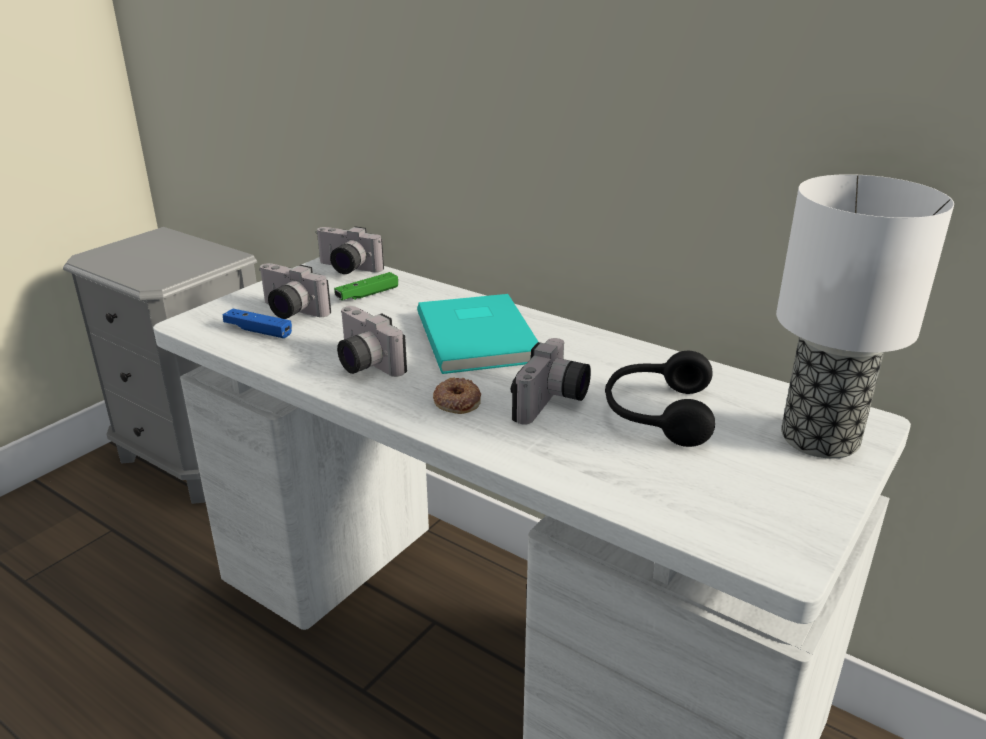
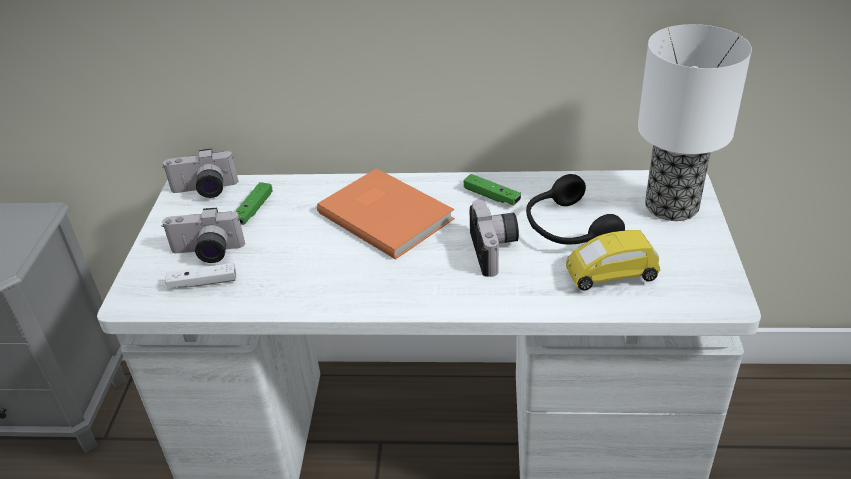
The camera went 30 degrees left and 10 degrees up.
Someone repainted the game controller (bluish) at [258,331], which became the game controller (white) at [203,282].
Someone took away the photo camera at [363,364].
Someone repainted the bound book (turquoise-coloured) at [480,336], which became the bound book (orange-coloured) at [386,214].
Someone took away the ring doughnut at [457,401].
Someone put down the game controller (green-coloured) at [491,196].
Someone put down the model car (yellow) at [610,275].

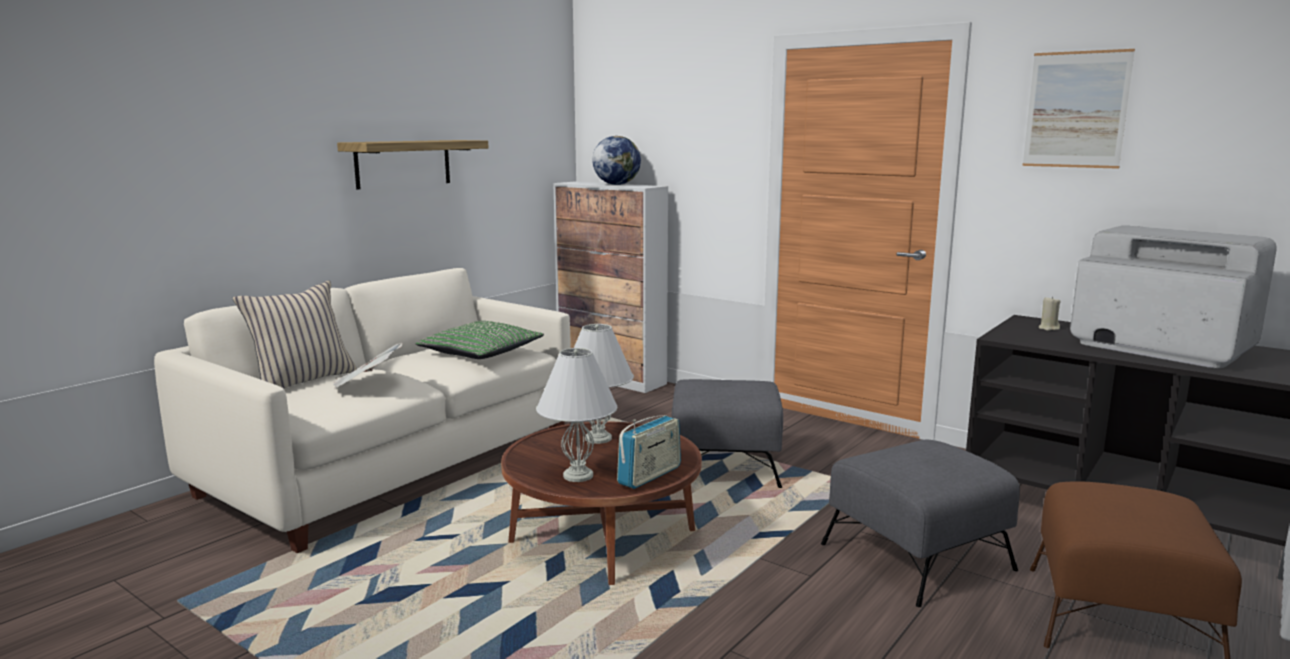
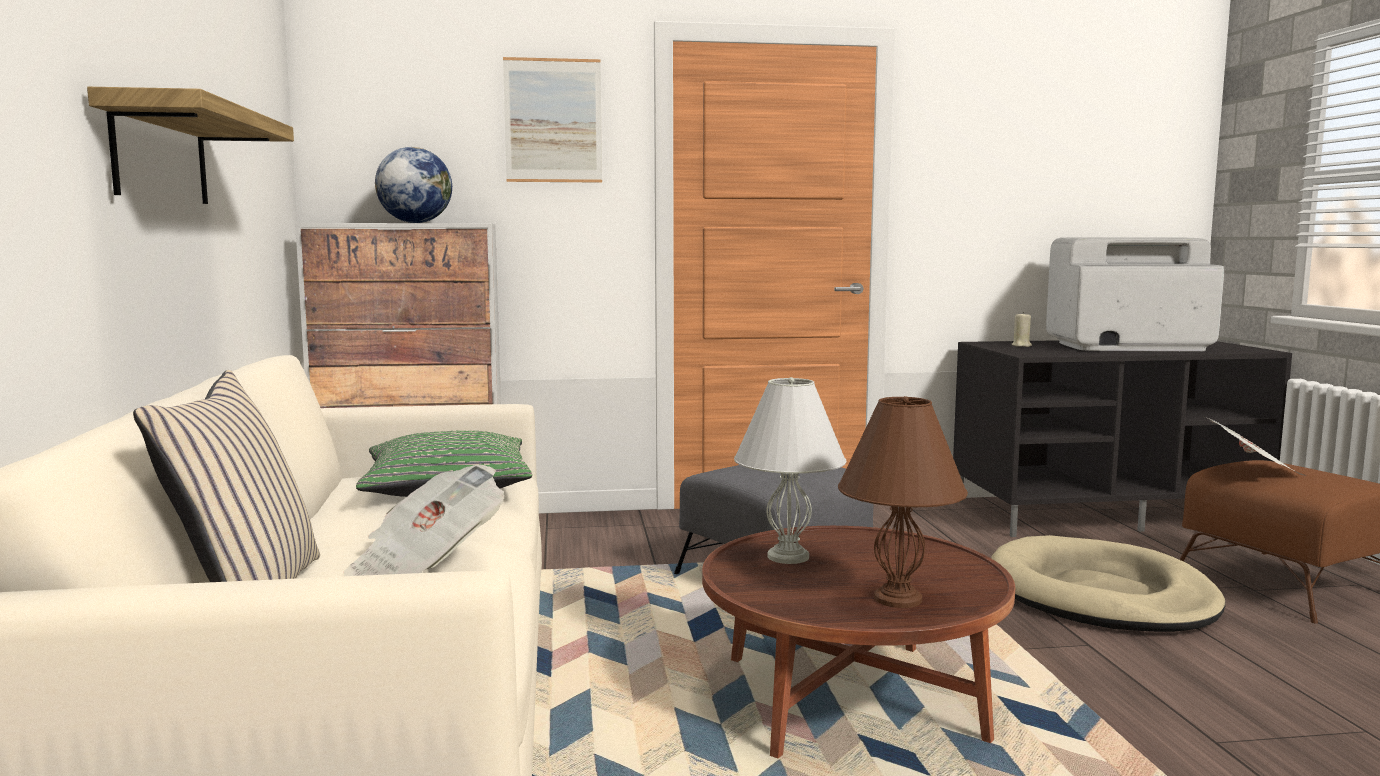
The camera went 45 degrees left and 5 degrees down.
Someone repainted the lamp for a table (white) at [579,475], which became the lamp for a table (brown-coloured) at [898,598].
Someone took away the radio receiver at [649,475].
Someone swapped the pouffe (gray) at [914,556] for the dog bed (sand-coloured) at [1100,595].
Someone carried the picture from [1076,110] to [553,121].
Someone put down the daily paper at [1252,470].

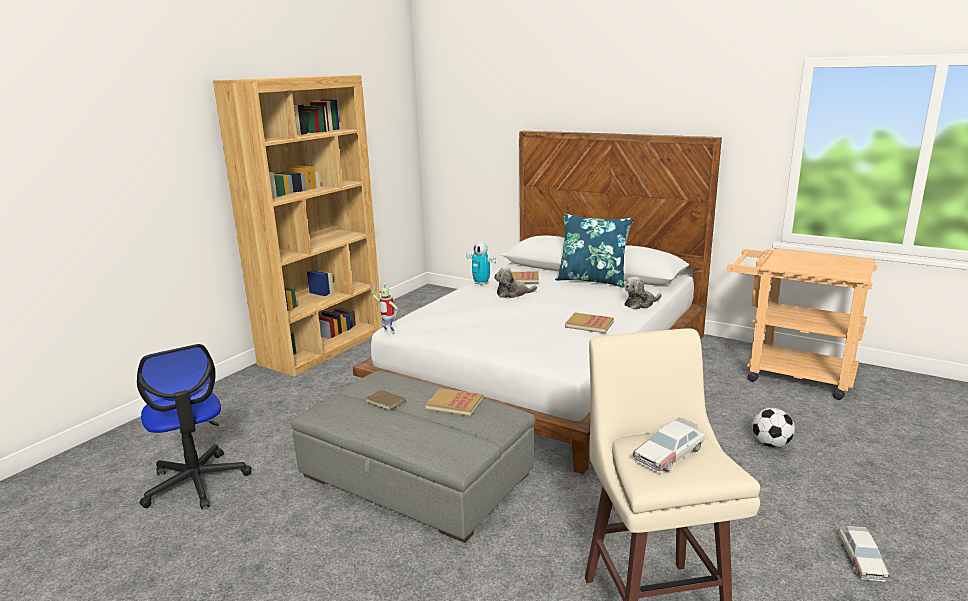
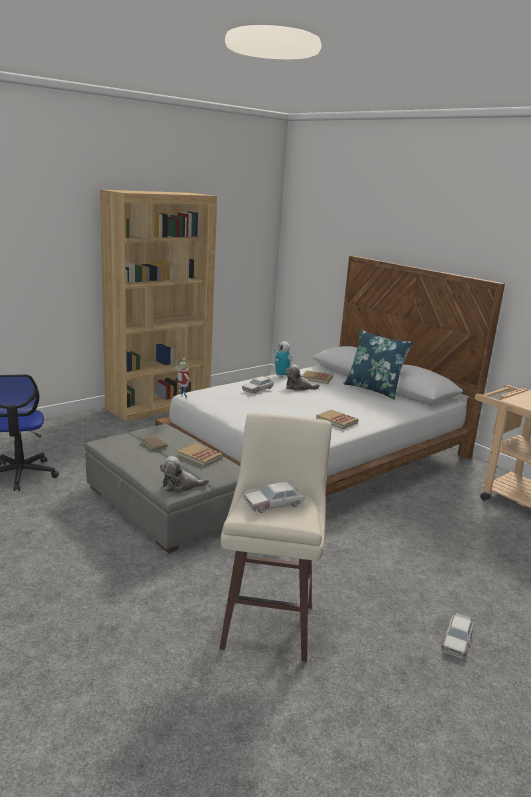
The camera went 15 degrees right and 0 degrees up.
Someone carried the soft toy from [640,304] to [180,486].
Someone took away the football ball at [770,444].
Someone put down the model car at [258,389].

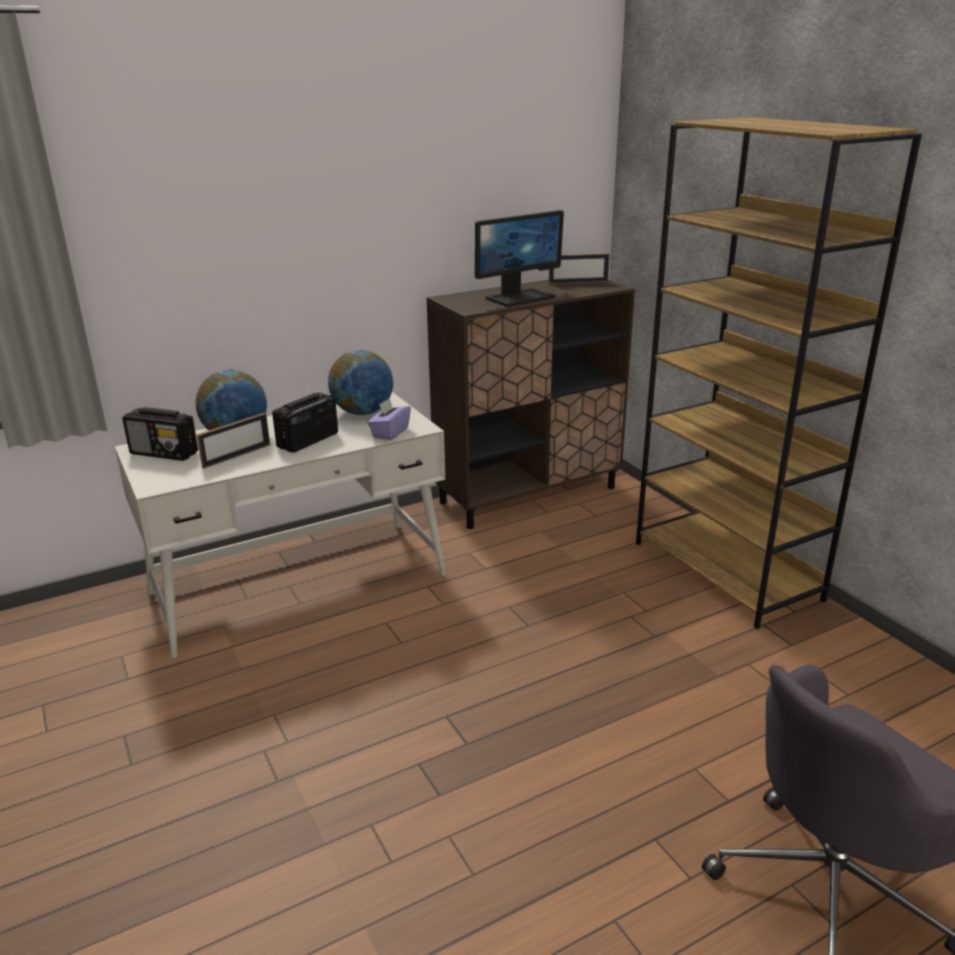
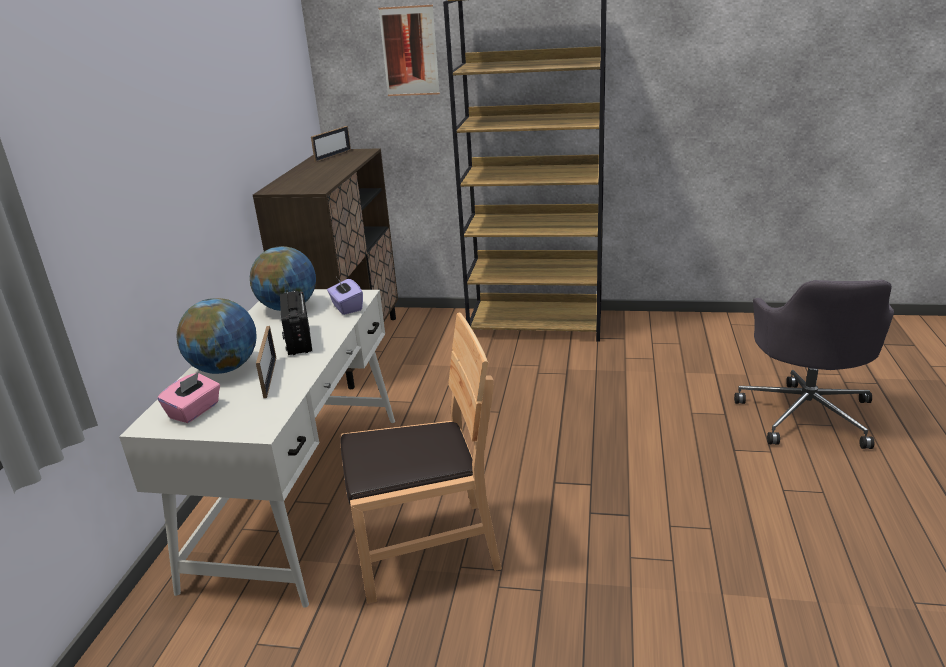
The camera went 50 degrees left and 0 degrees up.
Someone swapped the radio receiver at [164,453] for the tissue holder (pink-coloured) at [195,411].
Someone took away the computer screen at [519,297].
Someone put down the plain chair (brown-coloured) at [425,548].
Someone put up the picture at [409,51].

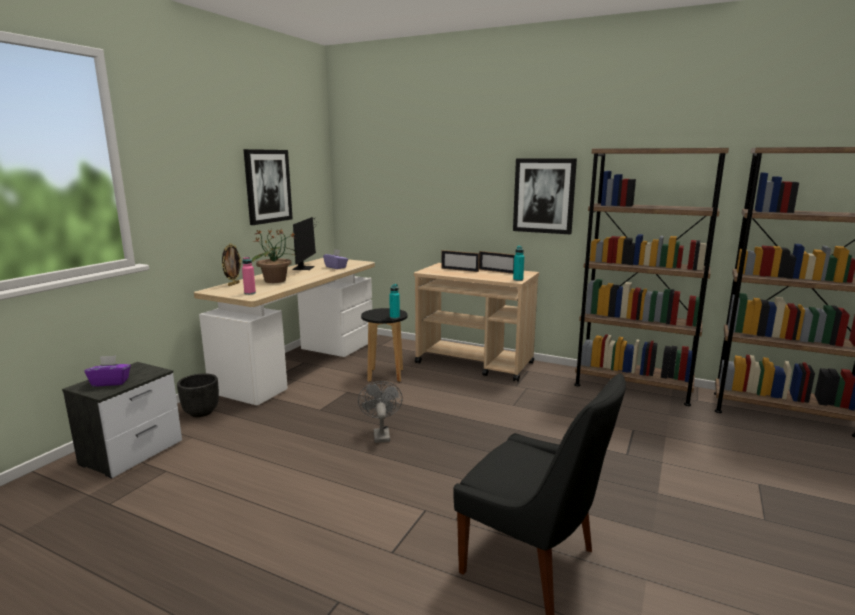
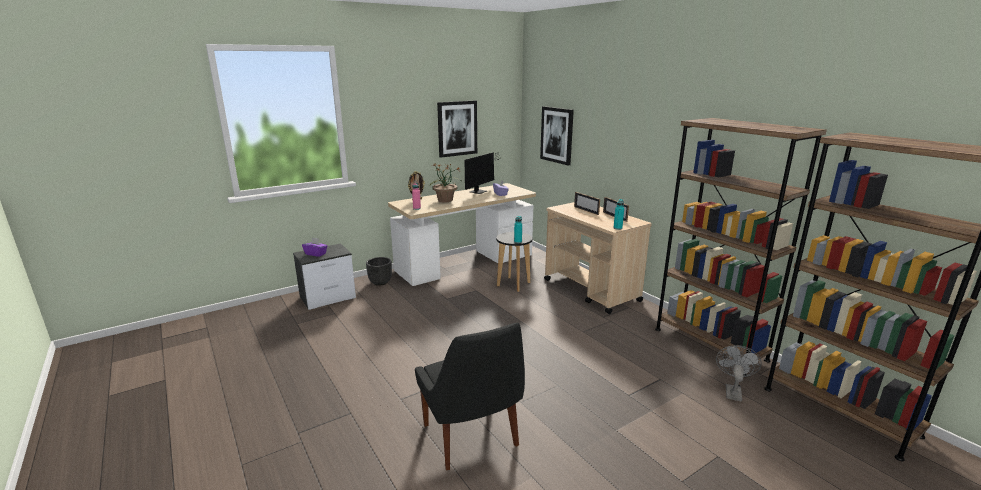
The camera went 30 degrees right and 5 degrees up.
Someone carried the fan (gray) from [381,434] to [732,391].
Someone carried the picture from [544,196] to [557,135].

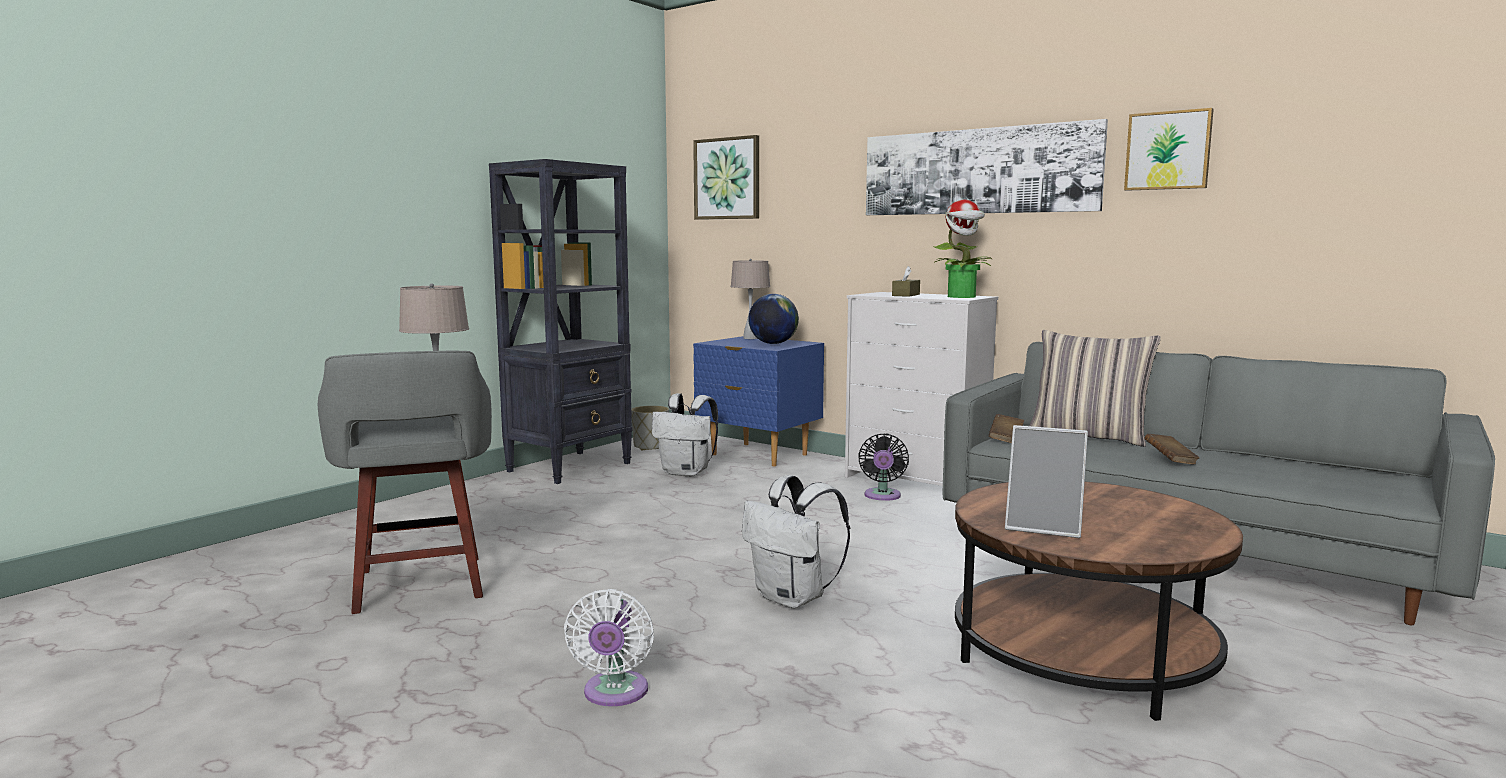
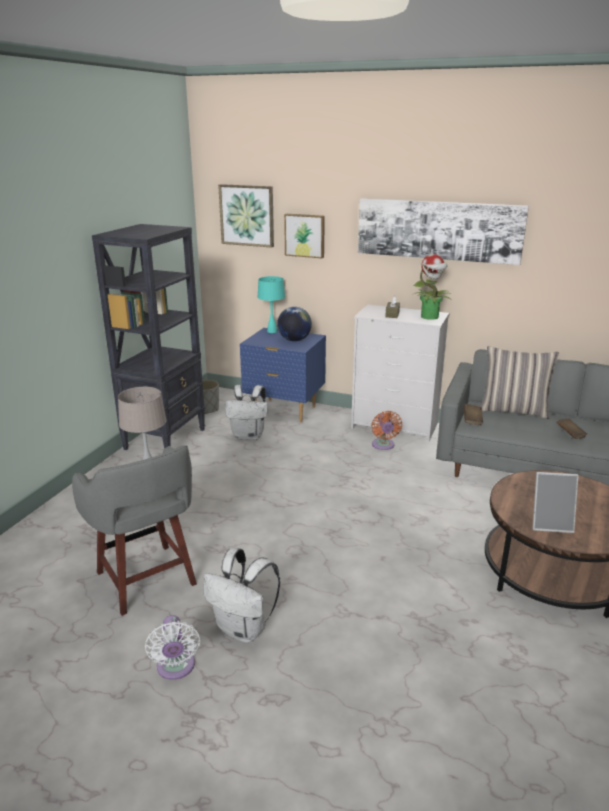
The camera went 15 degrees left and 15 degrees up.
Someone carried the fan (white) from [614,694] to [176,668].
Someone repainted the lamp for a table (sand-coloured) at [750,338], which became the lamp for a table (turquoise-coloured) at [272,331].
Someone carried the knapsack (white) from [793,598] to [244,629].
Someone repainted the fan (black) at [882,496], which became the fan (orange-coloured) at [383,446].
Someone carried the picture from [1168,151] to [305,235].

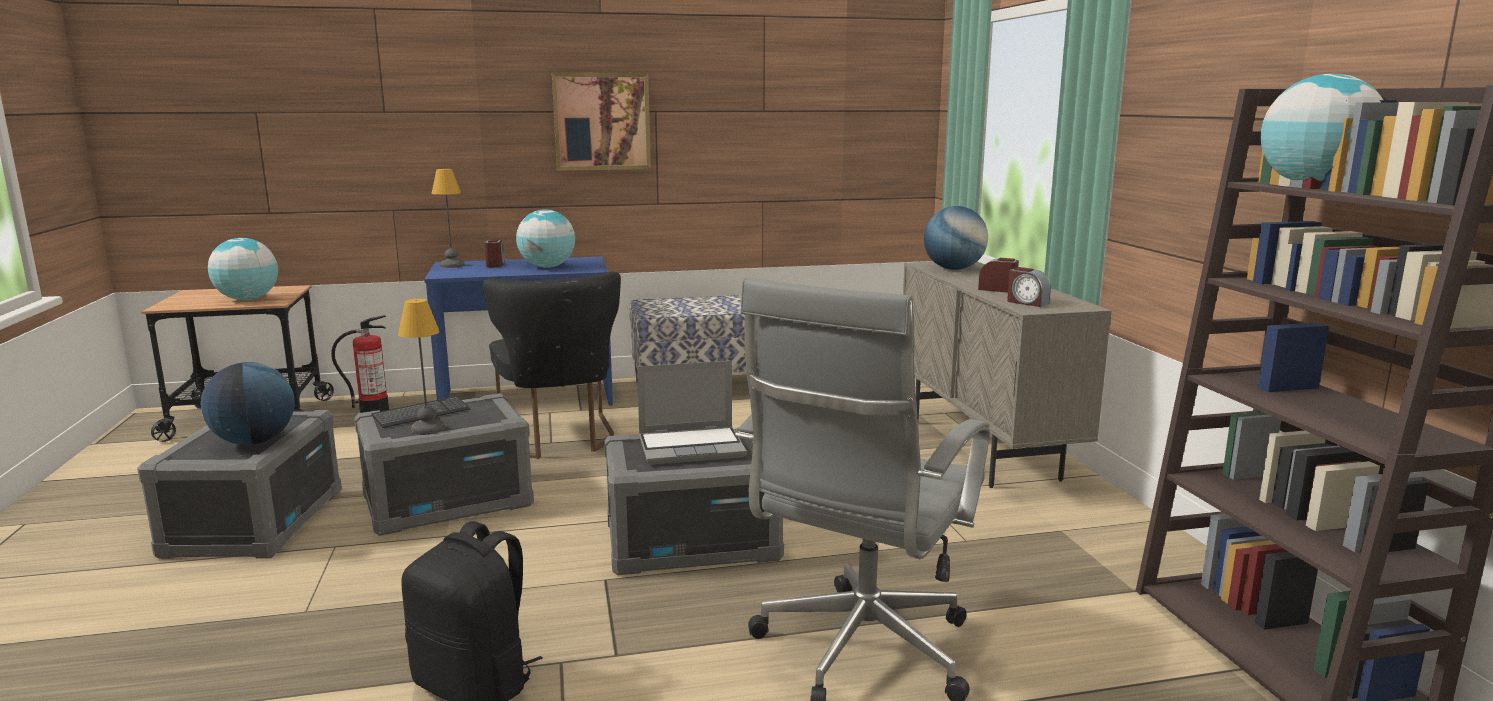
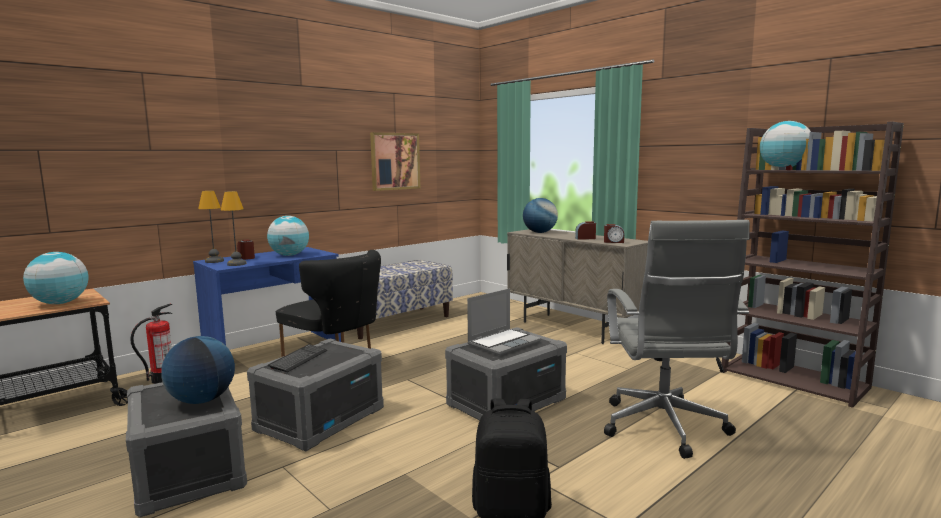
The camera went 30 degrees left and 5 degrees down.
Someone carried the lamp for a table from [427,429] to [236,264].
Someone carried the picture from [602,121] to [395,161].

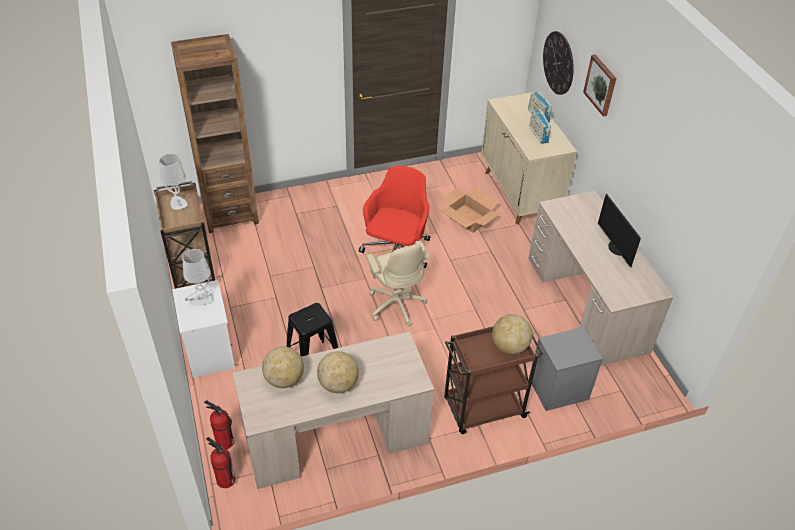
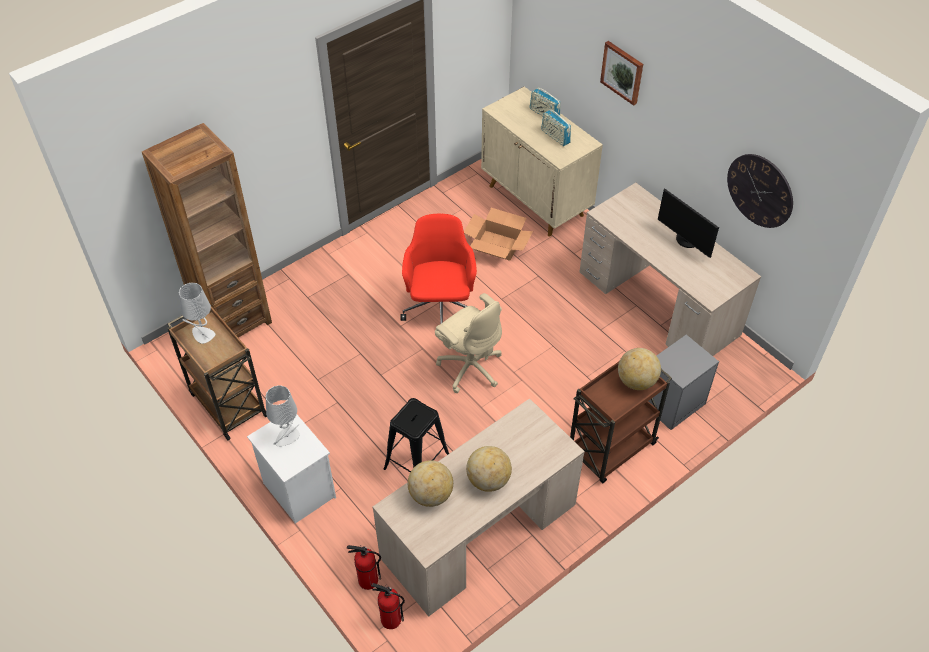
The camera went 20 degrees left and 5 degrees up.
Someone carried the clock on the wall from [558,63] to [760,190].

